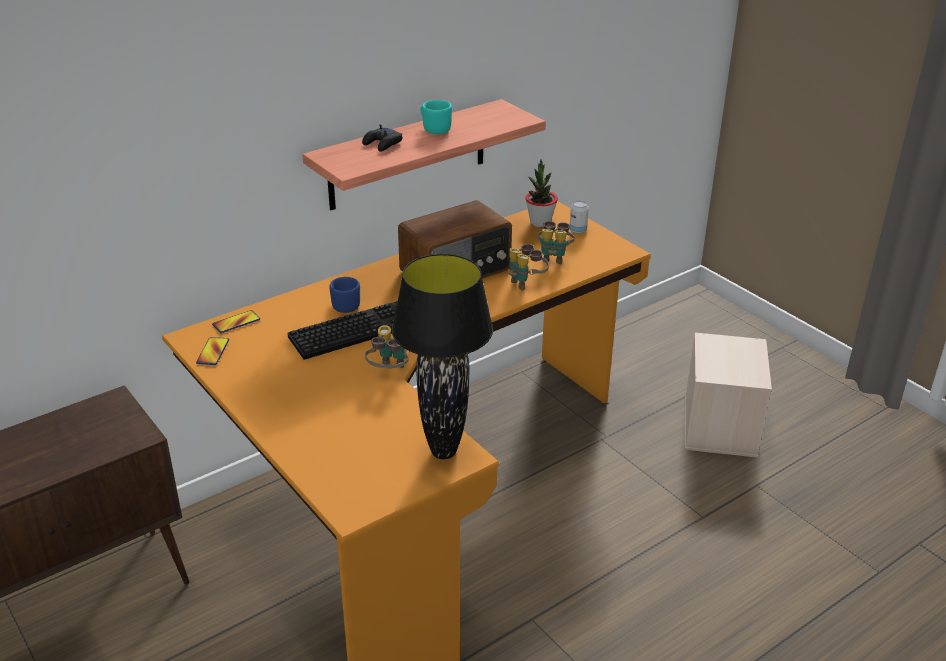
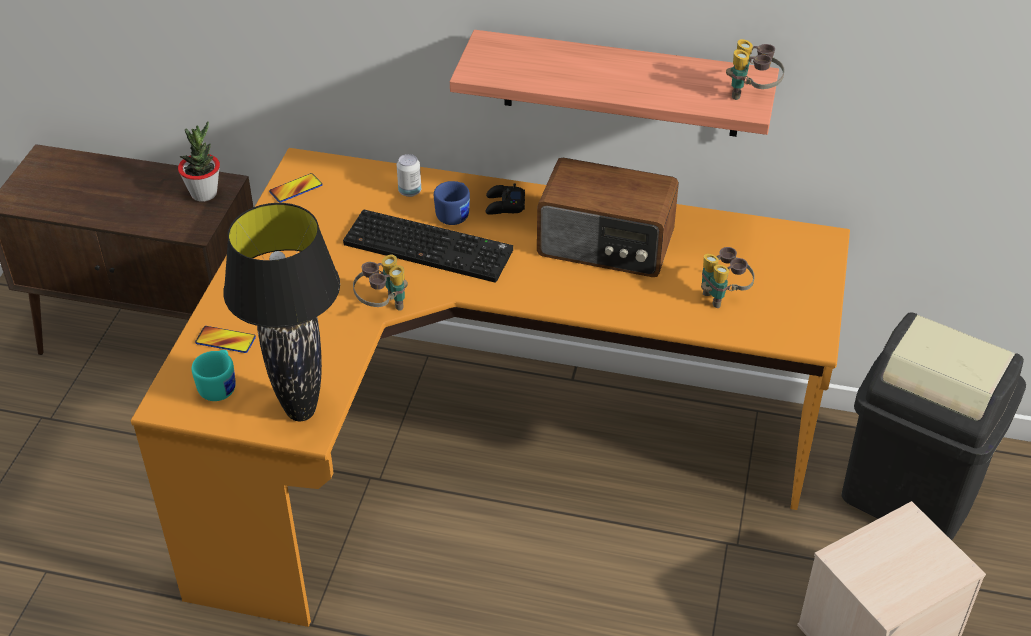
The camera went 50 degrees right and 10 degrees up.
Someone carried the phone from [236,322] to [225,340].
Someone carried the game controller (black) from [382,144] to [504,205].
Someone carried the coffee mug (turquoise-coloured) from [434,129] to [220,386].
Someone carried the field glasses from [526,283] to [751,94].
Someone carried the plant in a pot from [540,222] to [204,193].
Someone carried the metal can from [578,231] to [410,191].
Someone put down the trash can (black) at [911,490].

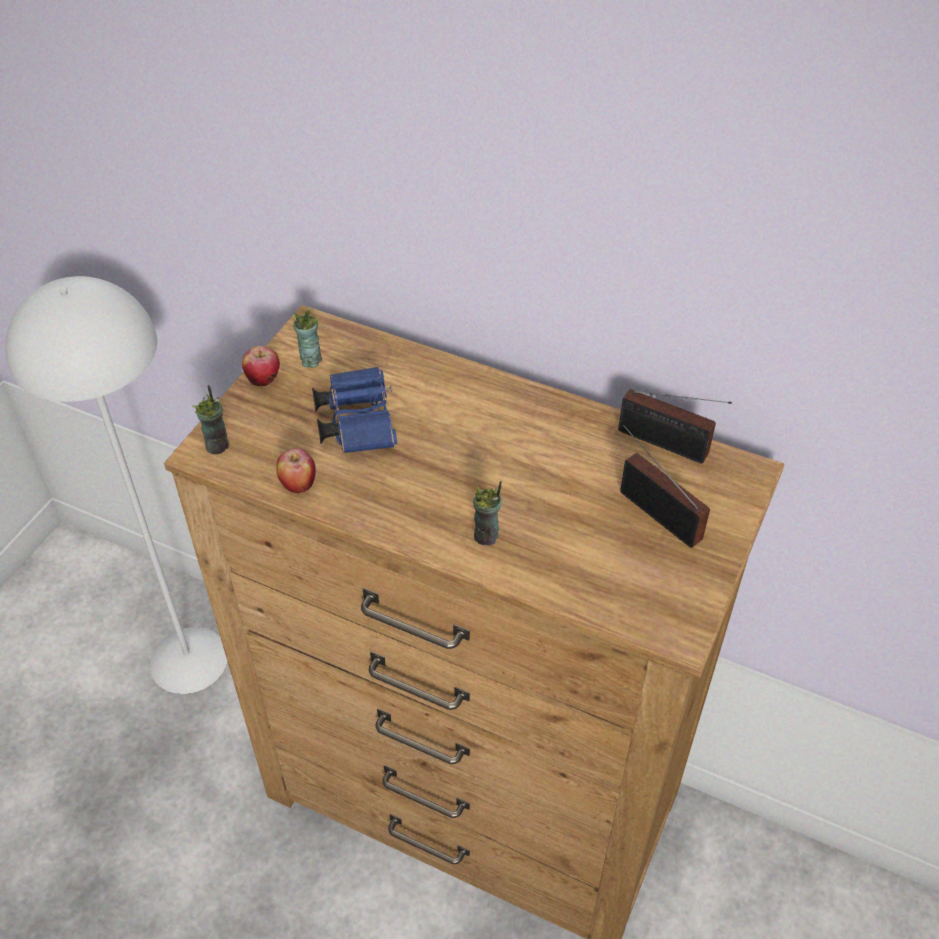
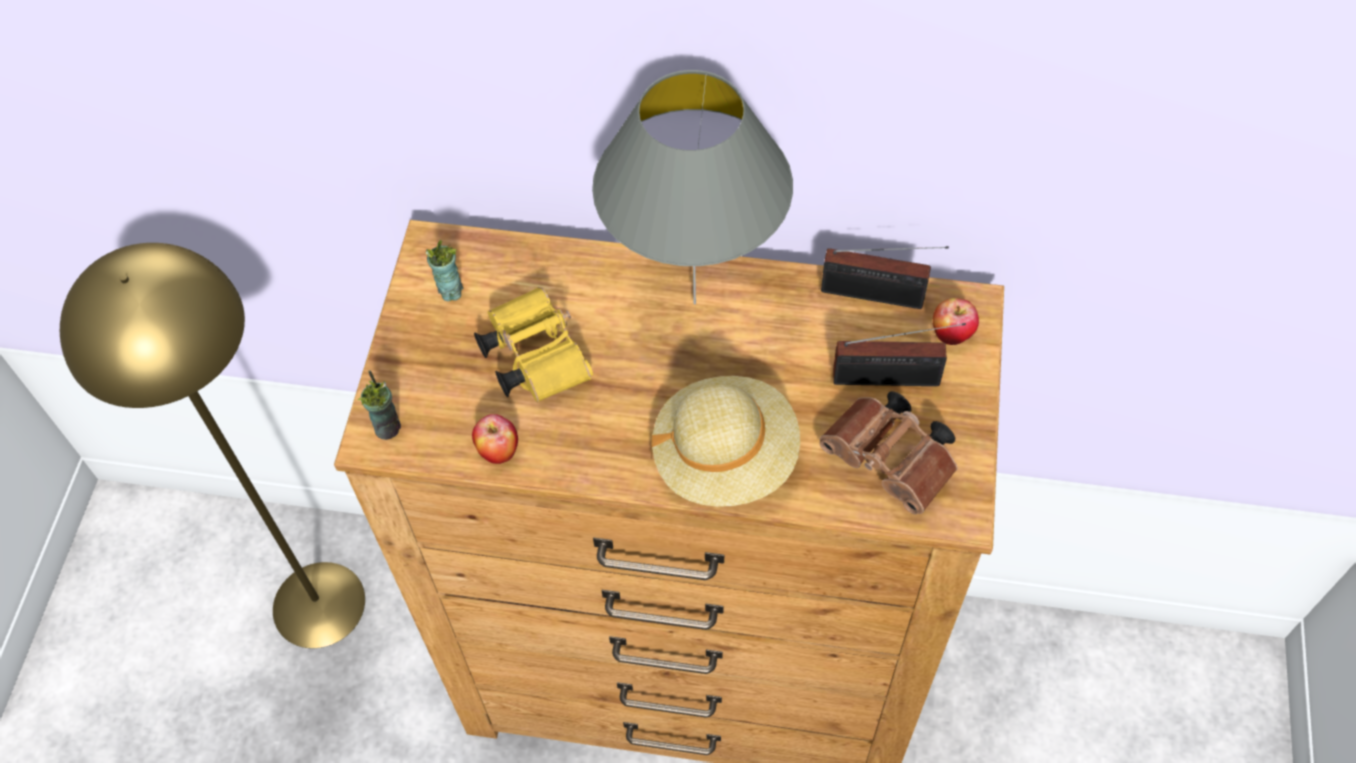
The camera went 15 degrees left and 10 degrees up.
Someone repainted the standard lamp (white) at [189,659], which became the standard lamp (yellow) at [319,604].
Someone carried the whole apple from [264,380] to [951,334].
Someone repainted the field glasses (bluish) at [357,421], which became the field glasses (yellow) at [533,355].
Someone swapped the small cup at [486,536] for the wearable hat (sand-coloured) at [725,457].
Someone rotated the radio receiver at [656,512] by 150 degrees clockwise.
Someone put down the lamp for a table (gray) at [694,304].
Someone put down the field glasses (brown-coloured) at [893,463].

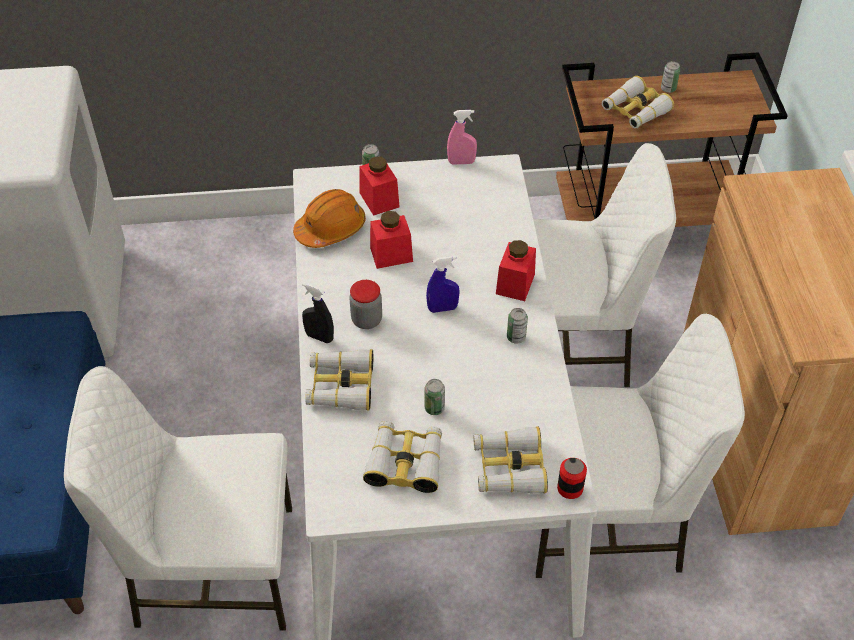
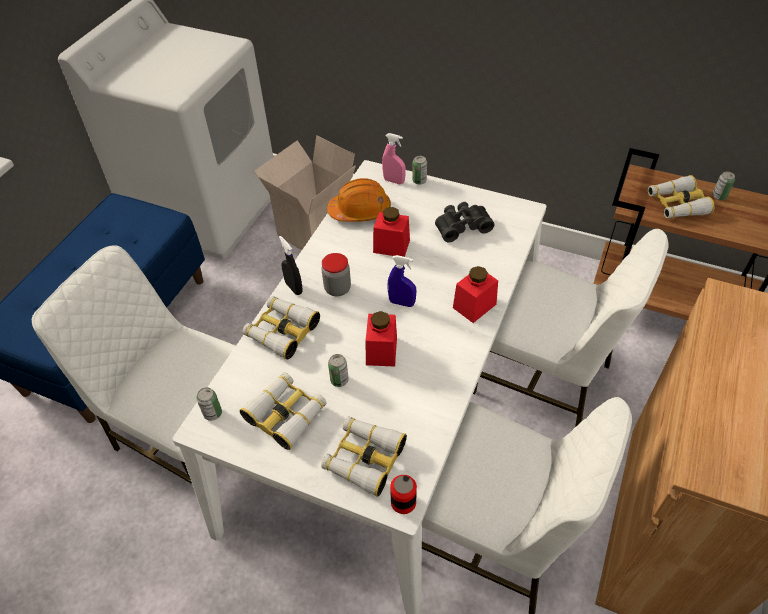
The camera went 30 degrees right and 0 degrees up.
Someone carried the jar (red-coloured) from [379,200] to [381,351].
Someone carried the hand sprayer (pink-coloured) from [461,162] to [394,181].
Someone carried the metal can from [516,337] to [213,413].
Someone put down the packing box at [315,229].
Someone put down the field glasses (black) at [461,226].

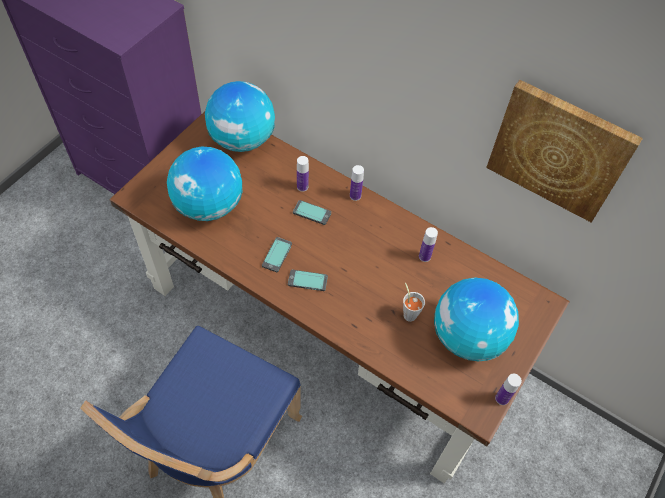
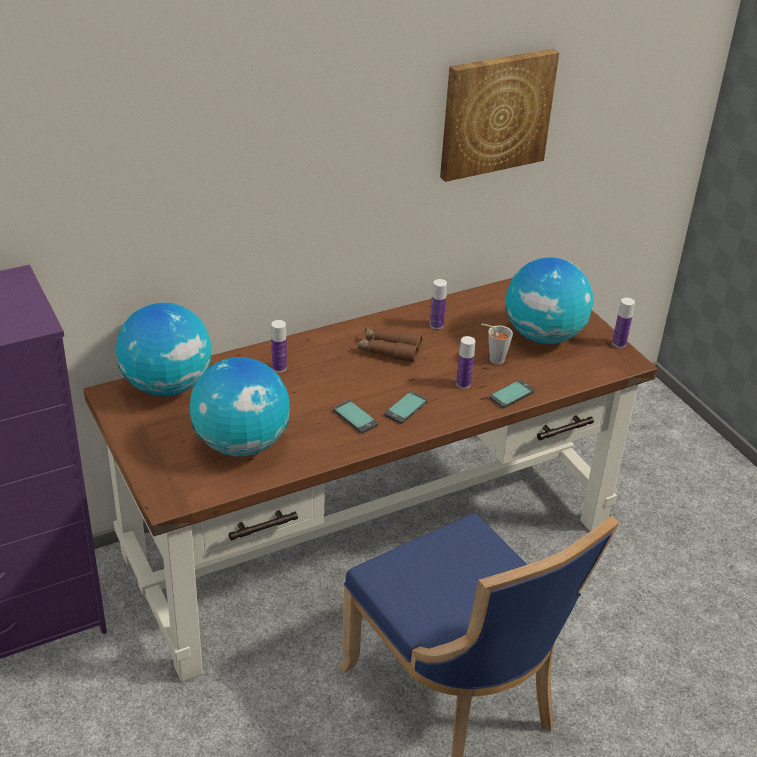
The camera went 60 degrees left and 20 degrees down.
Someone carried the phone from [312,213] to [511,394].
Someone carried the bottle from [355,196] to [463,384].
Someone put down the field glasses (brown-coloured) at [389,350].

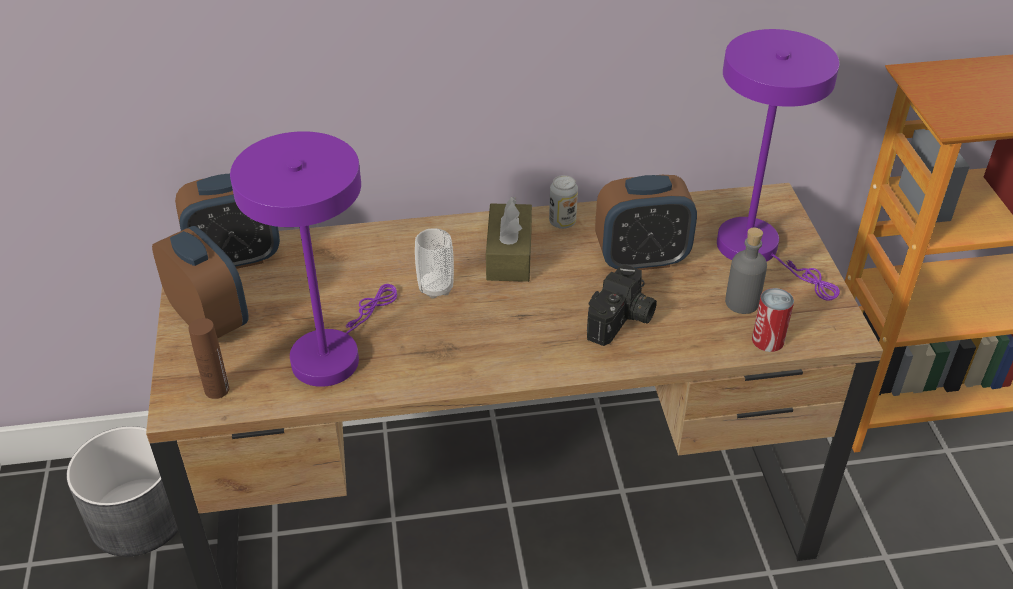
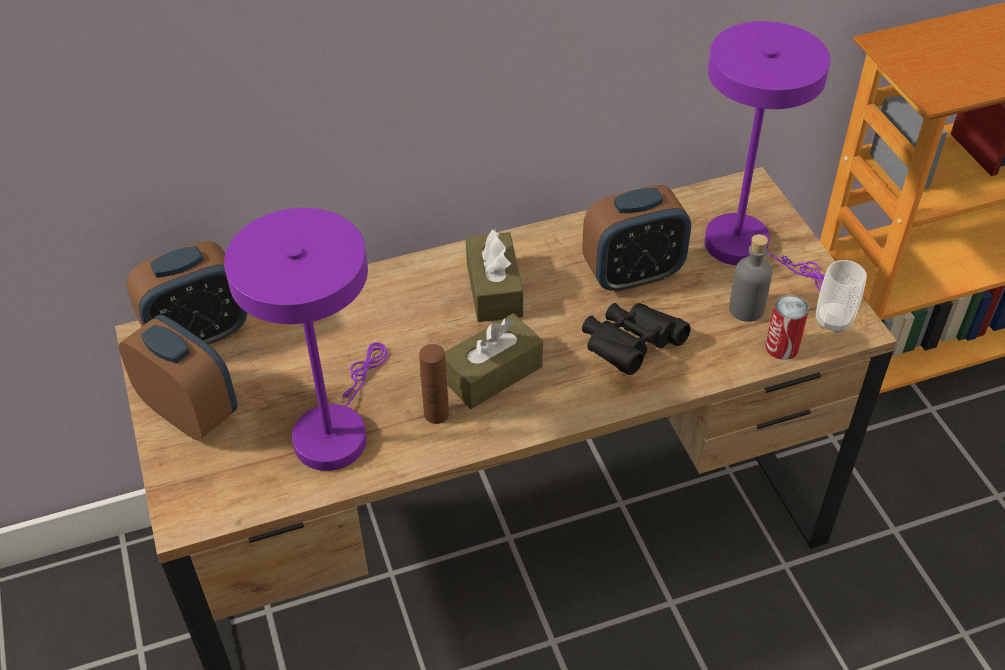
The camera went 10 degrees left and 5 degrees up.
Someone took away the planter (gray) at [137,516].
Someone carried the bottle (brown-coloured) from [217,389] to [436,414].
Someone carried the small cup from [436,288] to [833,321].
Someone took away the metal can at [562,222].
Someone swapped the photo camera at [622,321] for the field glasses (black) at [630,348].
Someone put down the tissue holder (brown-coloured) at [492,373].

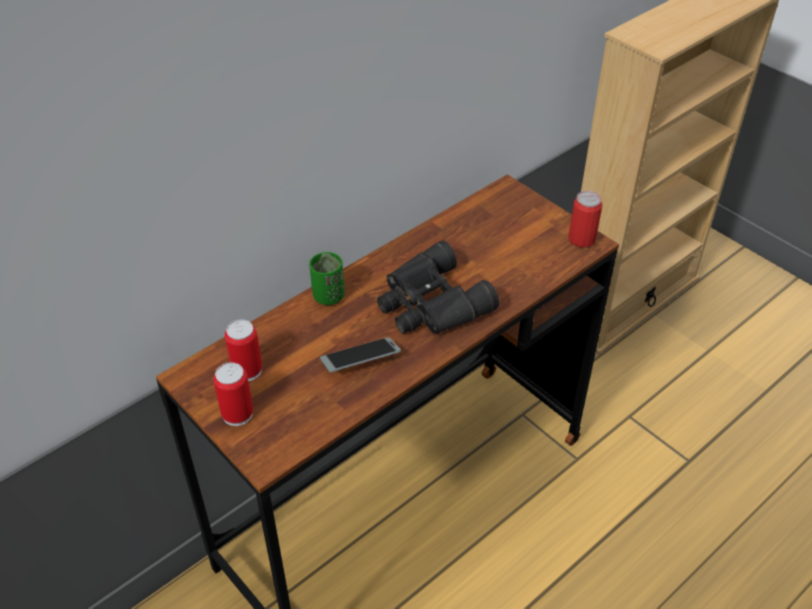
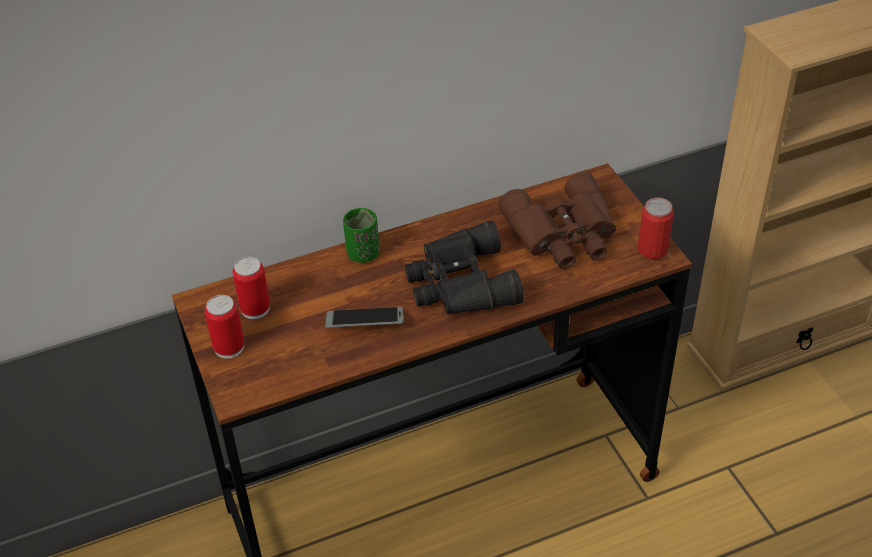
The camera went 20 degrees right and 0 degrees up.
Someone put down the field glasses (brown-coloured) at [564,234].

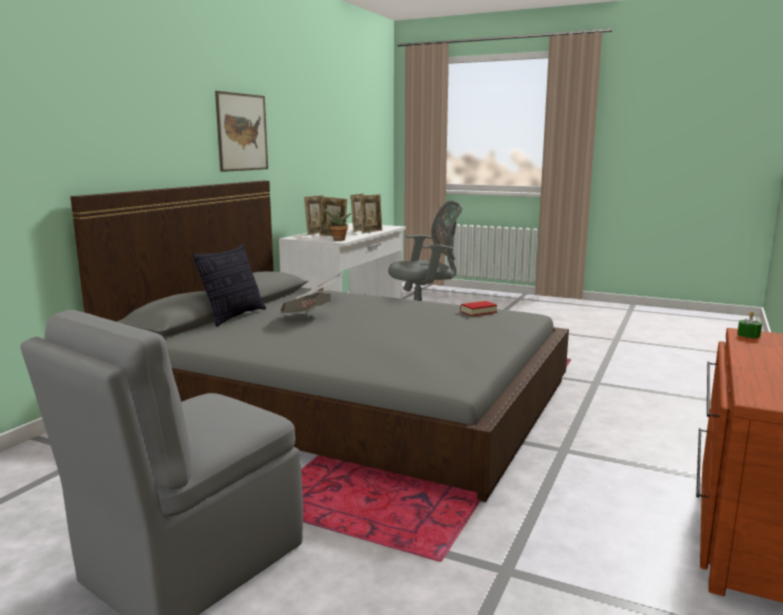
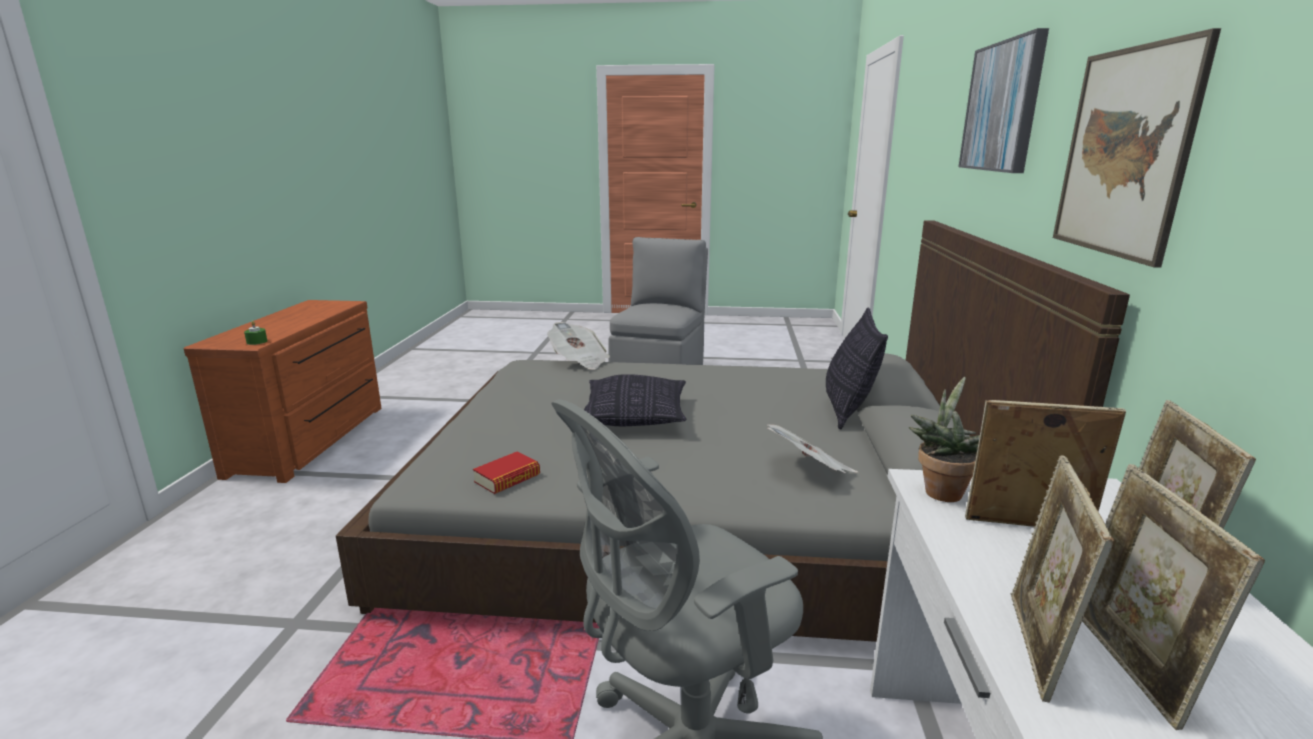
The camera went 160 degrees right and 5 degrees up.
Someone carried the daily paper from [306,317] to [579,361].
Someone put down the cushion at [634,417].
Someone put up the picture at [1002,107].

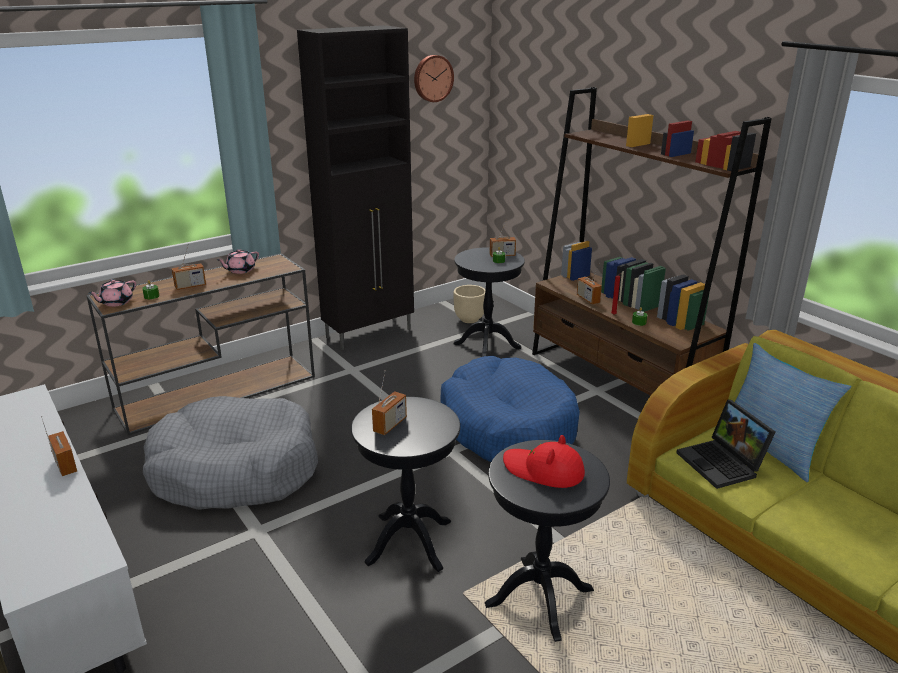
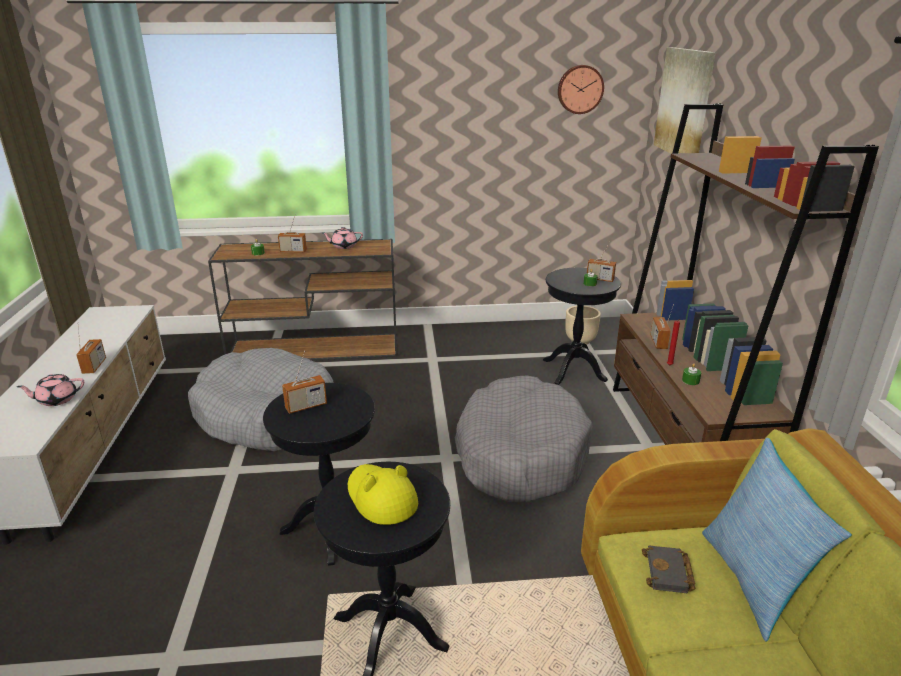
The camera went 30 degrees right and 0 degrees up.
Someone carried the teapot (pink-coloured) from [116,302] to [57,400].
Someone took away the cabinet (black) at [370,333].
Someone repainted the dog bed (bluish) at [507,427], which became the dog bed (gray) at [520,453].
Someone repainted the wearable hat (red-coloured) at [543,470], which became the wearable hat (yellow) at [381,497].
Someone swapped the laptop at [722,464] for the bound book (black) at [669,574].
Someone put up the picture at [684,103].

